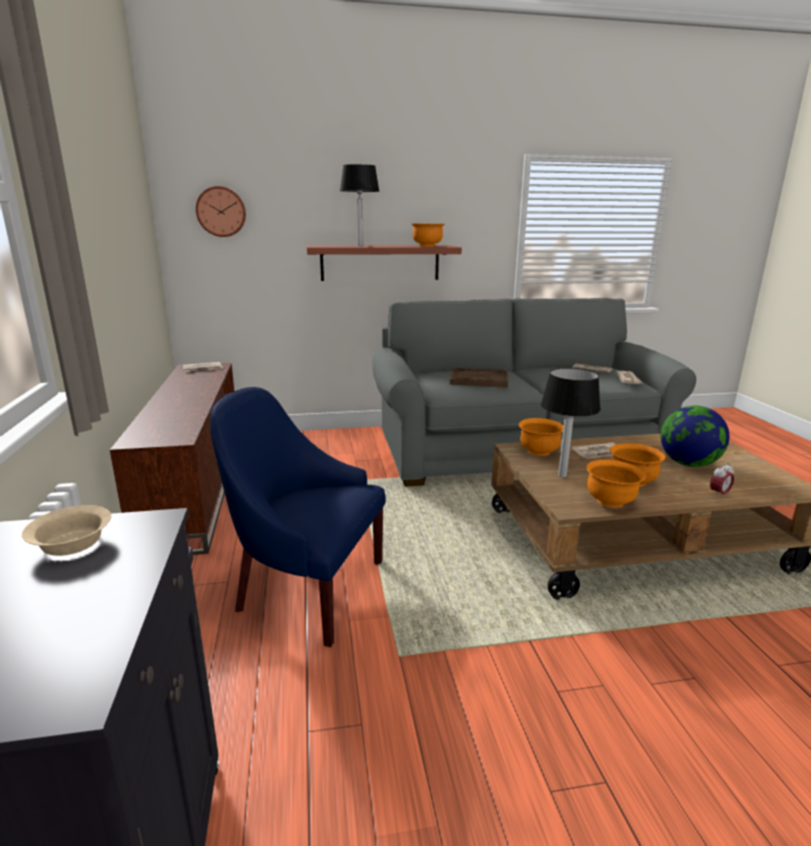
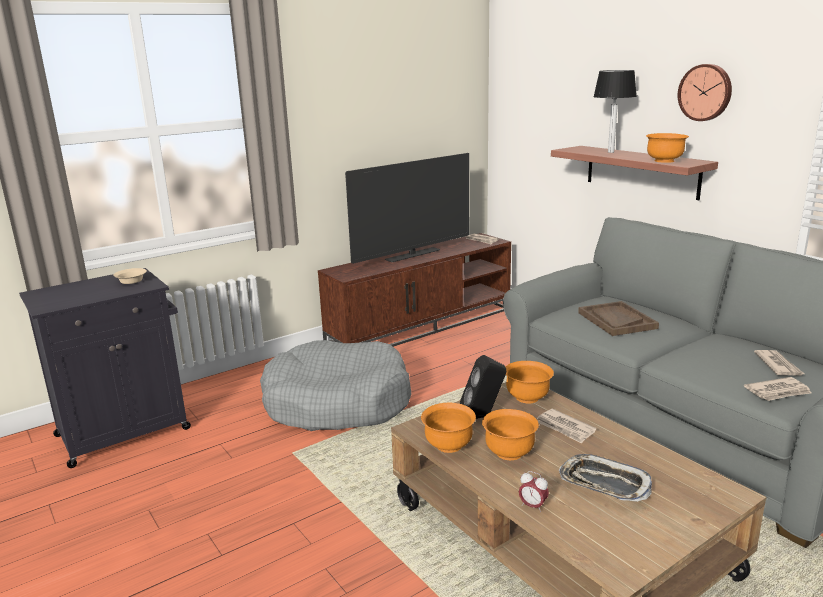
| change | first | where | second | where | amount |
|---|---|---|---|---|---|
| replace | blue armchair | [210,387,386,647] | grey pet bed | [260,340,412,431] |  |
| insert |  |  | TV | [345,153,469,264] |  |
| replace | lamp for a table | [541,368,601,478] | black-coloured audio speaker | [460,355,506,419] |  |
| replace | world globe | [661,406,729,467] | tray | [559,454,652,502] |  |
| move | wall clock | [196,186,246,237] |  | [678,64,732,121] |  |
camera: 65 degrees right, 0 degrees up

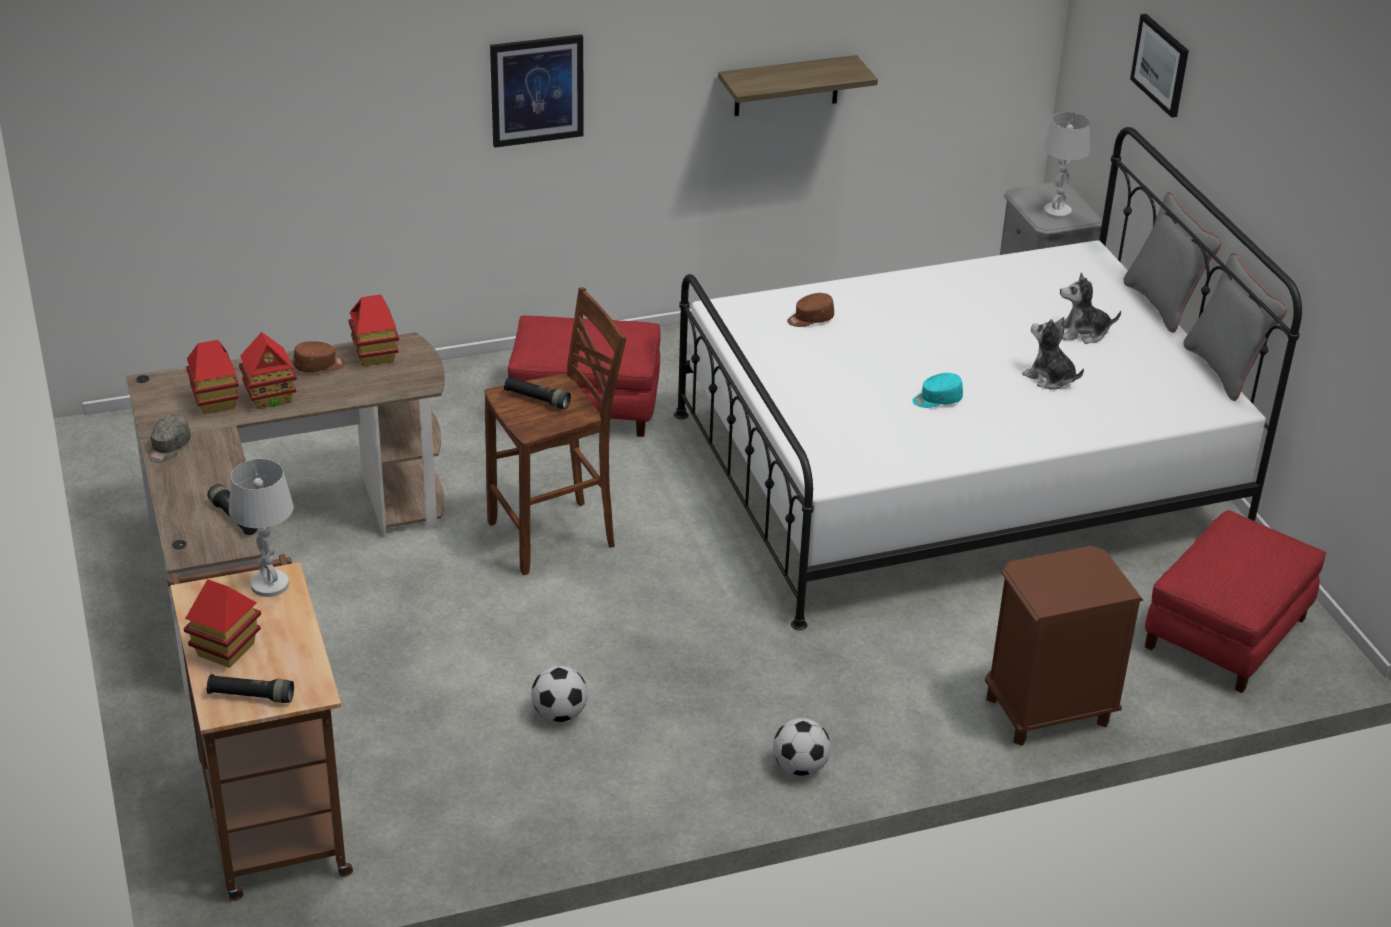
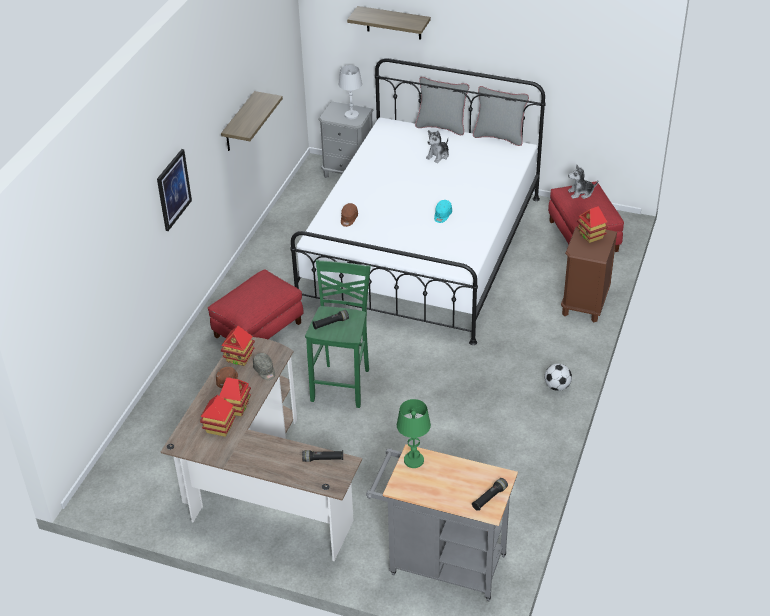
| change | first | where | second | where | amount |
|---|---|---|---|---|---|
| move | grey peaked cap | [149,414,191,462] |  | [253,353,275,380] |  |
| recolor | brownish sitting stool | [485,287,626,575] | green sitting stool | [305,259,371,408] |  |
| replace | wall picture | [1130,14,1189,118] | wall shelf | [347,6,431,40] |  |
| recolor | brownish wheeled cart | [167,554,353,901] | grey wheeled cart | [366,444,518,601] |  |
| recolor | whitish lamp for a table | [229,459,294,597] | green lamp for a table | [397,399,431,468] |  |
| move | soft toy | [1022,317,1084,389] |  | [568,165,598,199] |  |
| move | model house | [184,579,261,668] |  | [577,206,608,243] |  |
| delete | football ball | [531,666,588,722] |  |  |  |
camera: 50 degrees left, 5 degrees up

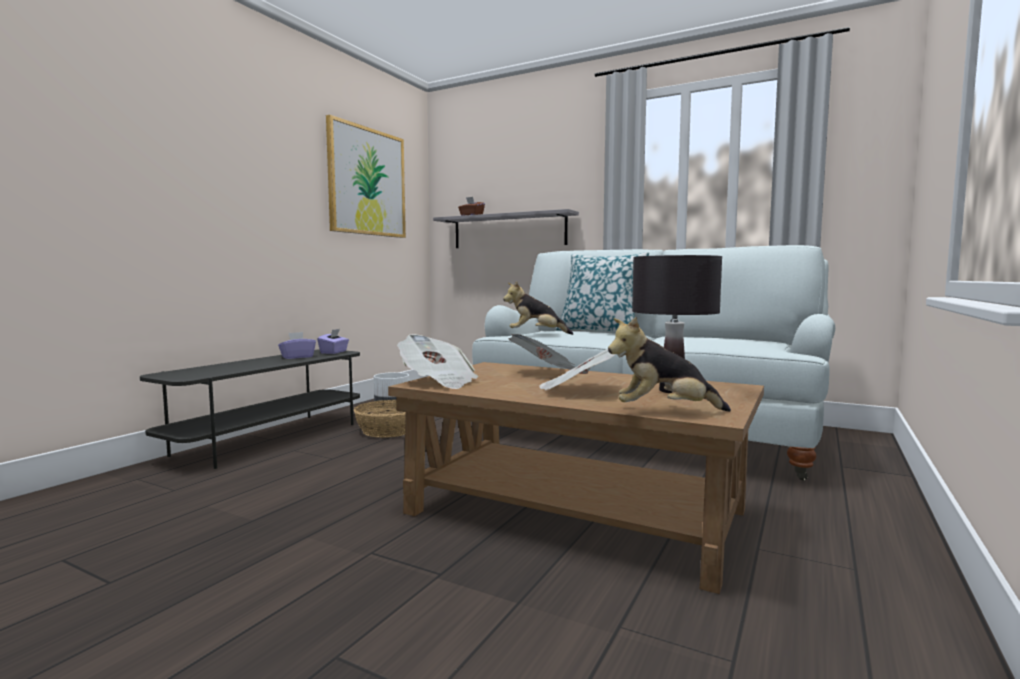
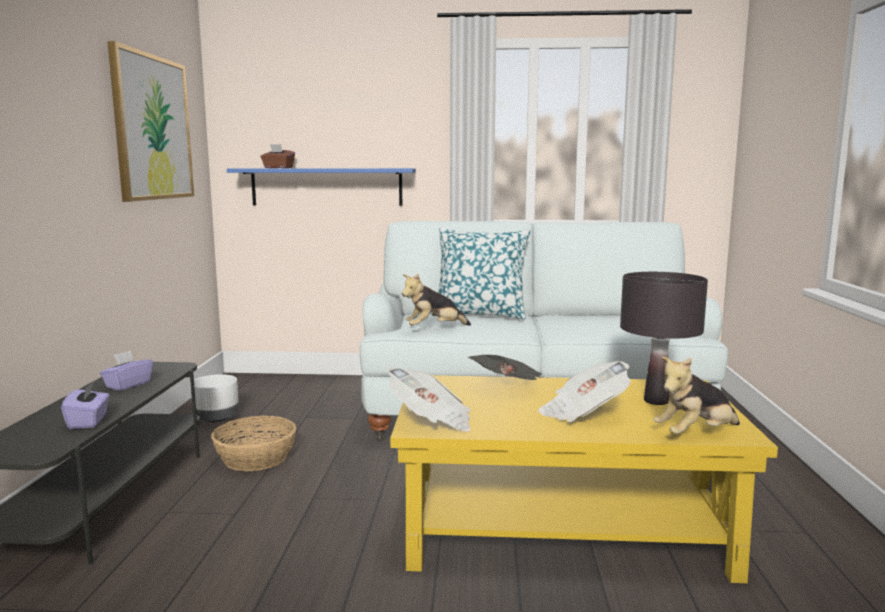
| change | first | where | second | where | amount |
|---|---|---|---|---|---|
| move | purple-coloured box of tissues | [317,329,349,354] |  | [61,382,109,429] |  |
| recolor | grey wall shelf | [433,209,579,248] | blue wall shelf | [227,168,416,206] |  |
| recolor | brownish coffee table | [388,362,764,594] | yellow coffee table | [390,375,778,583] |  |
camera: 25 degrees left, 5 degrees up

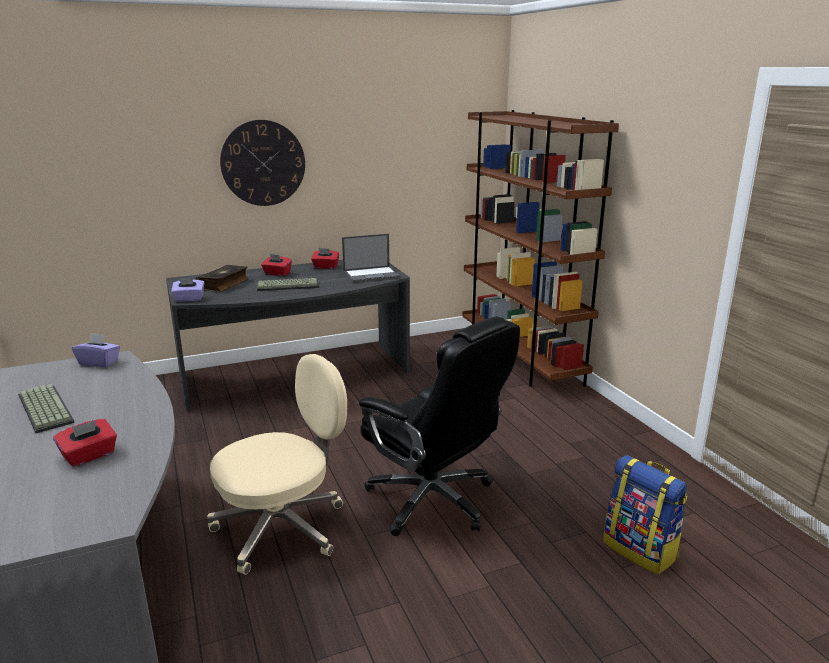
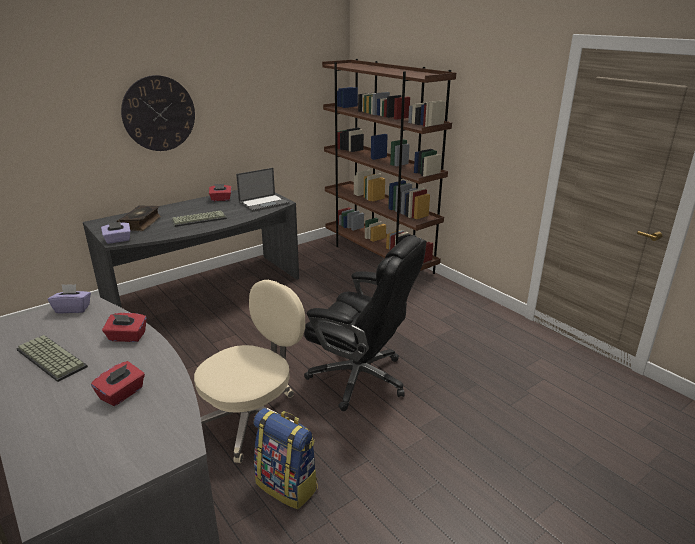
| change | first | where | second | where | amount |
|---|---|---|---|---|---|
| move | reddish box of tissues | [261,254,292,276] |  | [102,313,146,342] |  |
| move | rucksack | [603,455,687,574] |  | [253,408,317,509] |  |
camera: 15 degrees left, 5 degrees up

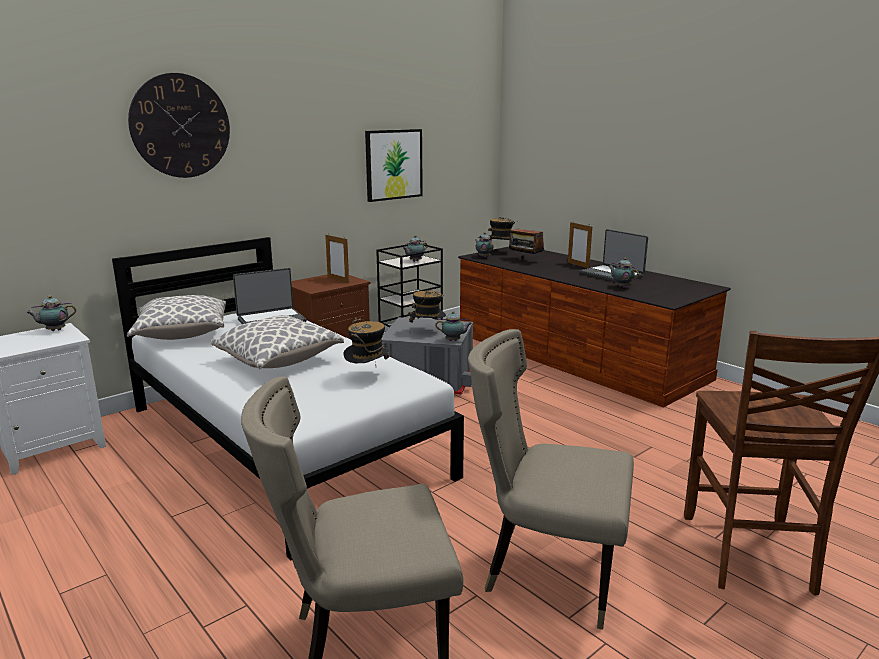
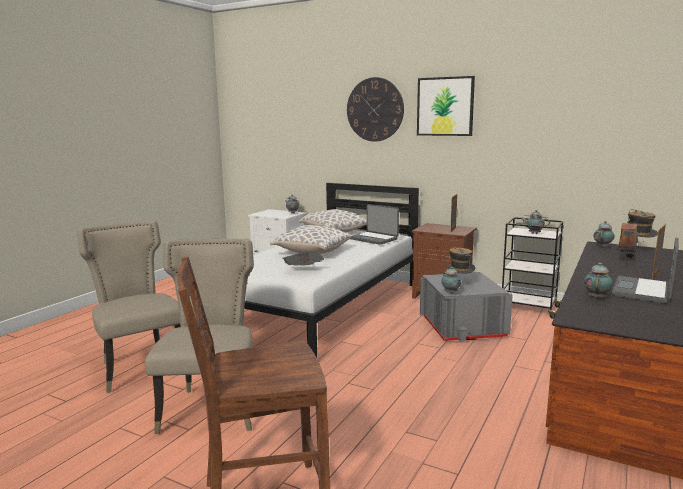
| change | first | where | second | where | amount |
|---|---|---|---|---|---|
| replace | clothing hat | [343,317,391,363] | daily paper | [283,252,324,266] |  |
| move | wall picture | [365,129,423,202] |  | [417,76,475,136] |  |
camera: 70 degrees right, 5 degrees down

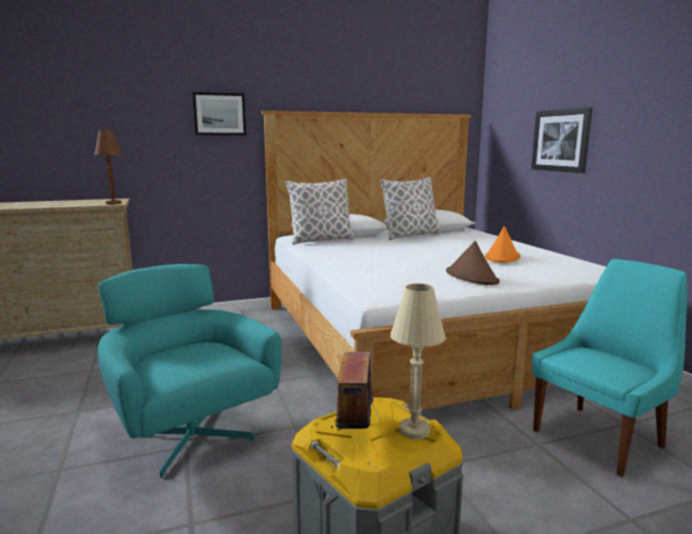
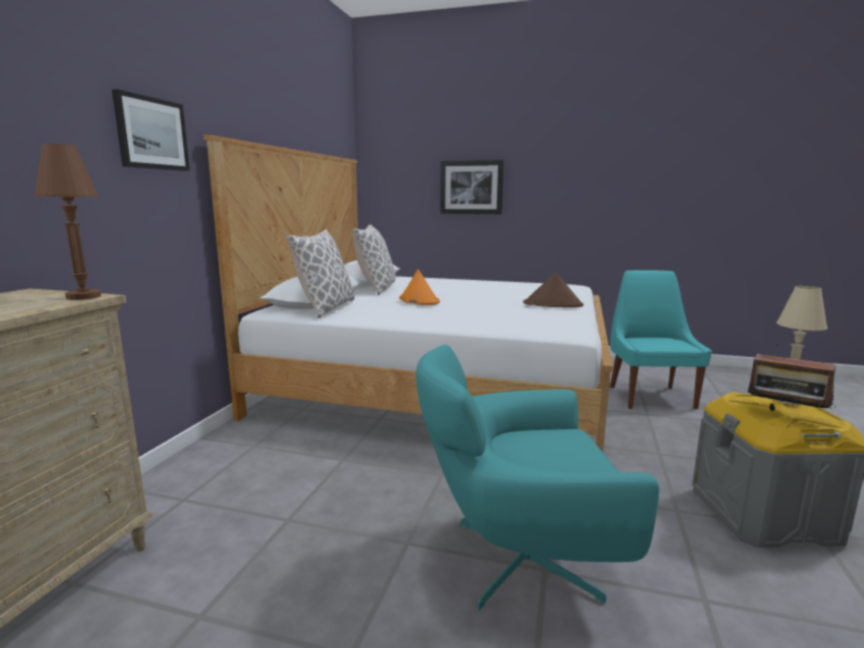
| change | first | where | second | where | amount |
|---|---|---|---|---|---|
| move | orange-coloured clothing hat | [485,226,520,263] |  | [399,269,440,305] |  |
camera: 55 degrees left, 0 degrees up

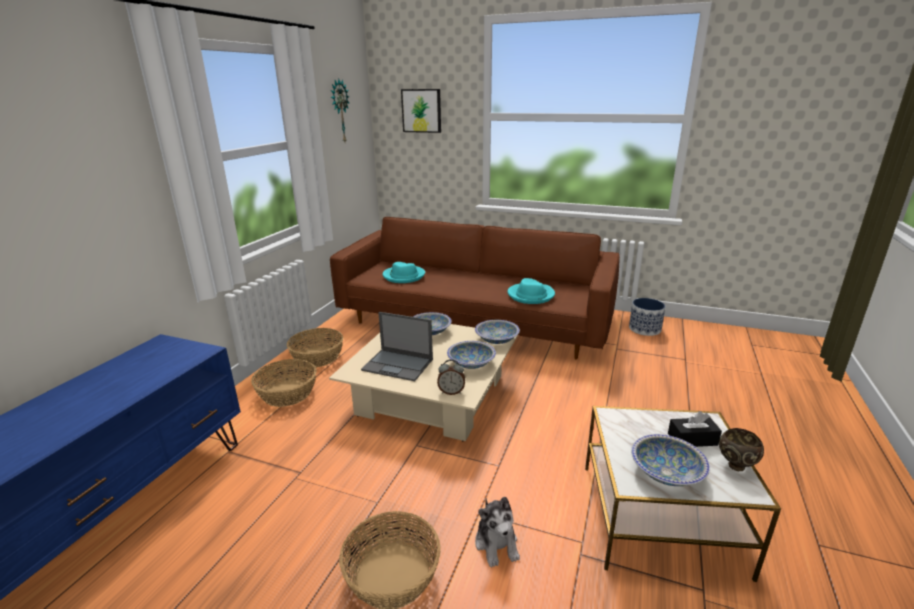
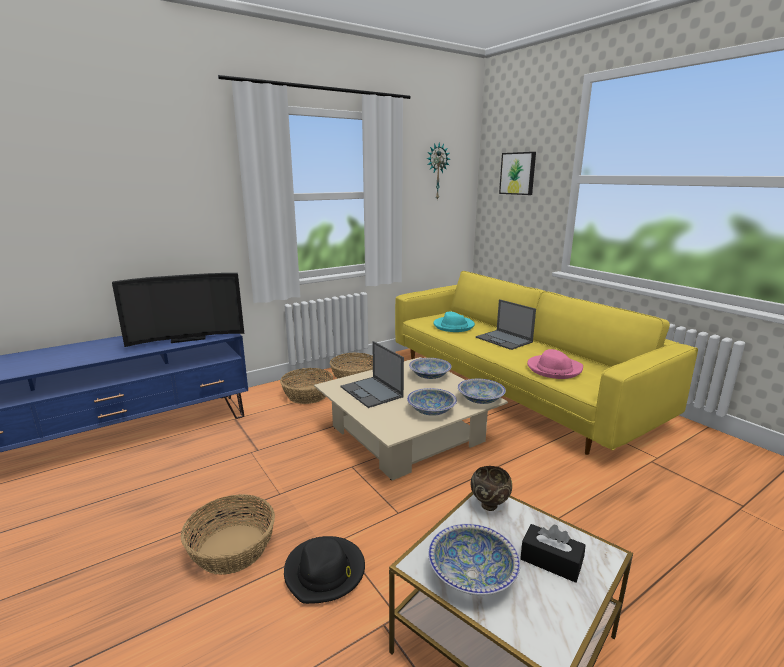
| change | first | where | second | where | amount |
|---|---|---|---|---|---|
| insert |  |  | TV | [112,273,244,347] |  |
| replace | soft toy | [475,497,520,567] | black-coloured clothing hat | [284,536,365,604] |  |
| recolor | brownish sofa | [330,217,620,359] | yellow sofa | [395,271,698,455] |  |
| move | brownish deep dish | [719,428,764,471] |  | [470,466,512,511] |  |
| insert |  |  | laptop | [476,299,536,350] |  |
| recolor | turquoise-coloured clothing hat | [507,278,555,304] | pinkish clothing hat | [527,349,583,379] |  |
| delete | table clock | [437,359,465,395] |  |  |  |
| delete | flower pot | [629,298,666,336] |  |  |  |
camera: 35 degrees right, 5 degrees down

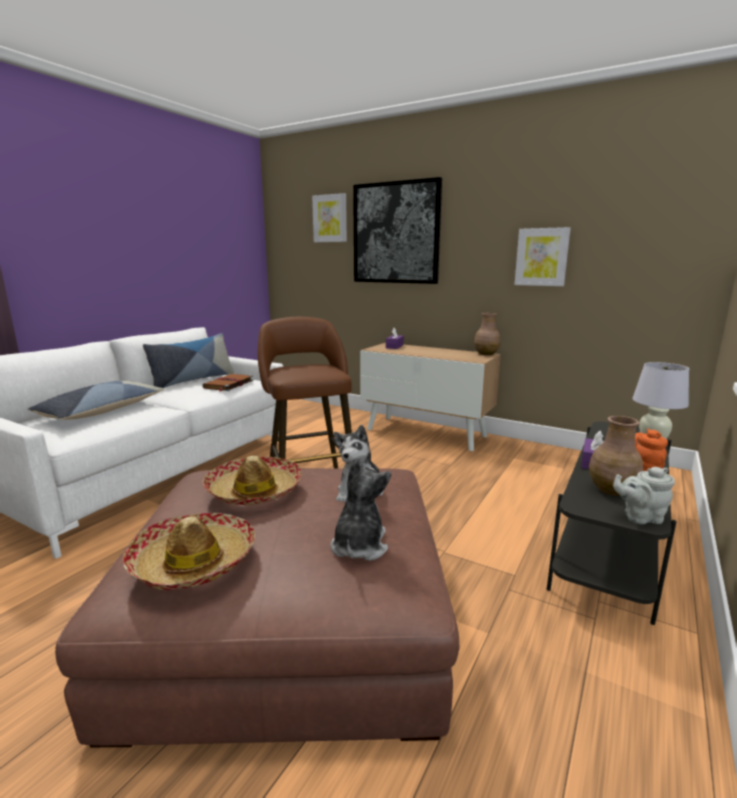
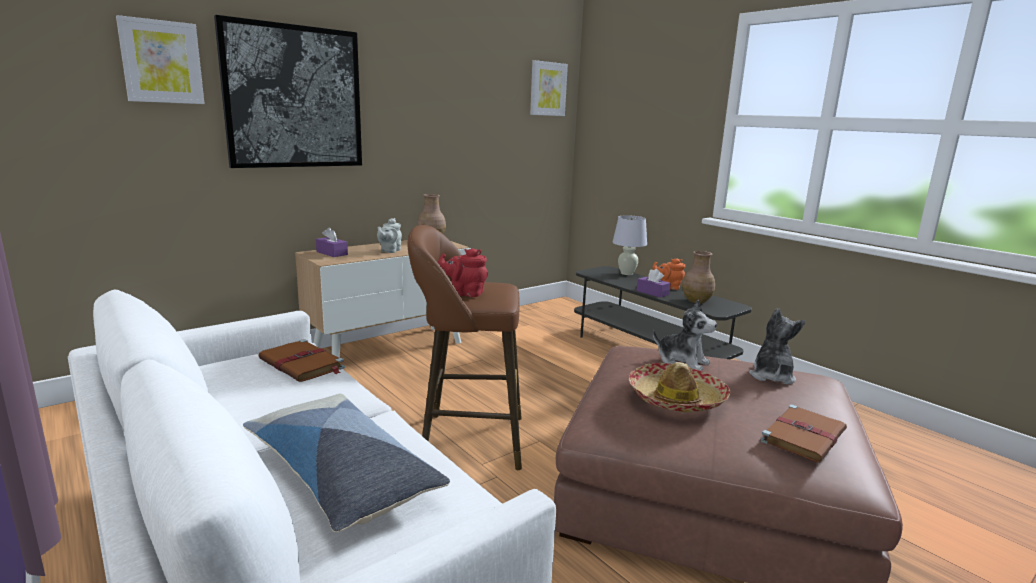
| change | first | where | second | where | amount |
|---|---|---|---|---|---|
| move | grey tea pot | [613,467,675,524] |  | [377,218,402,253] |  |
| insert |  |  | reddish tea pot | [438,248,488,297] |  |
| move | wall picture | [514,227,571,286] |  | [530,60,568,116] |  |
| rotate | soft toy | [331,457,391,561] |  | [749,308,805,385] | 75 degrees clockwise |
| replace | clothing hat | [123,513,255,590] | brownish volume | [760,405,847,462] |  |
| delete | pillow | [143,333,234,388] |  |  |  |
camera: 70 degrees left, 0 degrees up

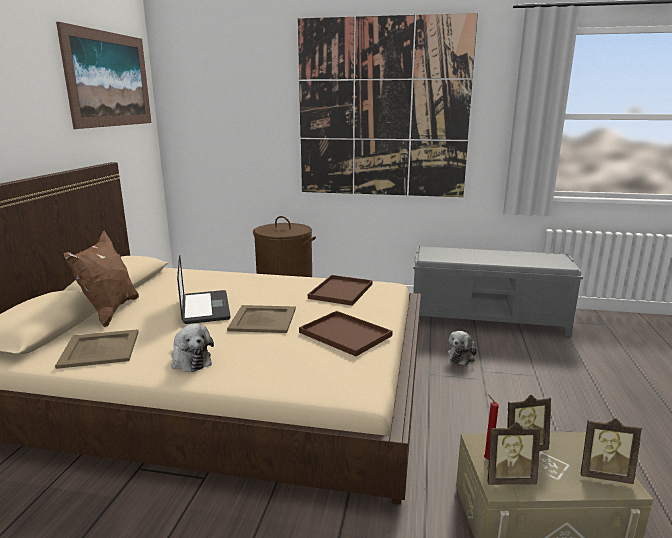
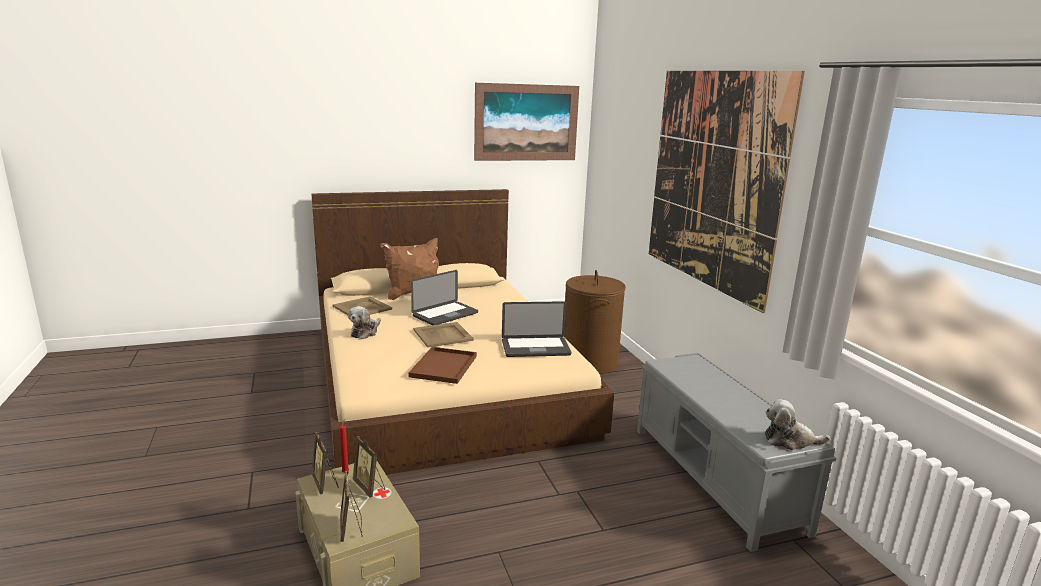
| change | first | where | second | where | amount |
|---|---|---|---|---|---|
| replace | brownish tray | [308,275,372,306] | laptop | [502,301,572,357] |  |
| move | soft toy | [448,331,477,365] |  | [765,399,831,450] |  |
camera: 60 degrees right, 0 degrees up

